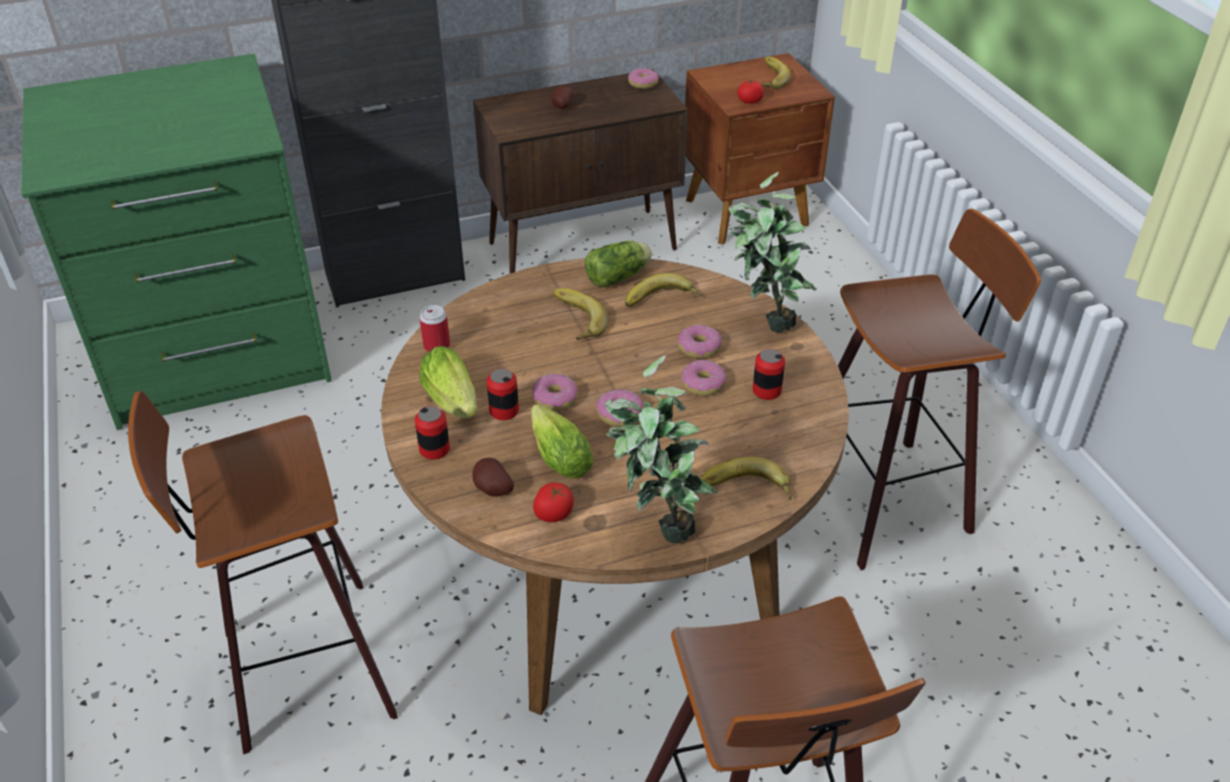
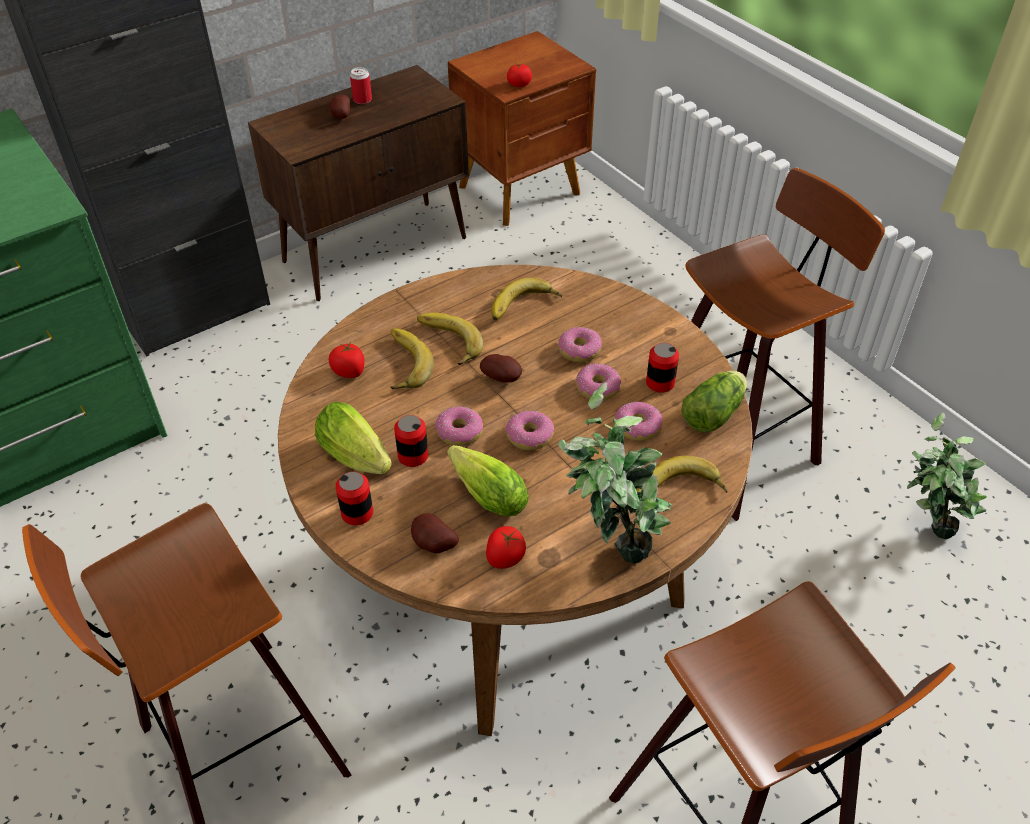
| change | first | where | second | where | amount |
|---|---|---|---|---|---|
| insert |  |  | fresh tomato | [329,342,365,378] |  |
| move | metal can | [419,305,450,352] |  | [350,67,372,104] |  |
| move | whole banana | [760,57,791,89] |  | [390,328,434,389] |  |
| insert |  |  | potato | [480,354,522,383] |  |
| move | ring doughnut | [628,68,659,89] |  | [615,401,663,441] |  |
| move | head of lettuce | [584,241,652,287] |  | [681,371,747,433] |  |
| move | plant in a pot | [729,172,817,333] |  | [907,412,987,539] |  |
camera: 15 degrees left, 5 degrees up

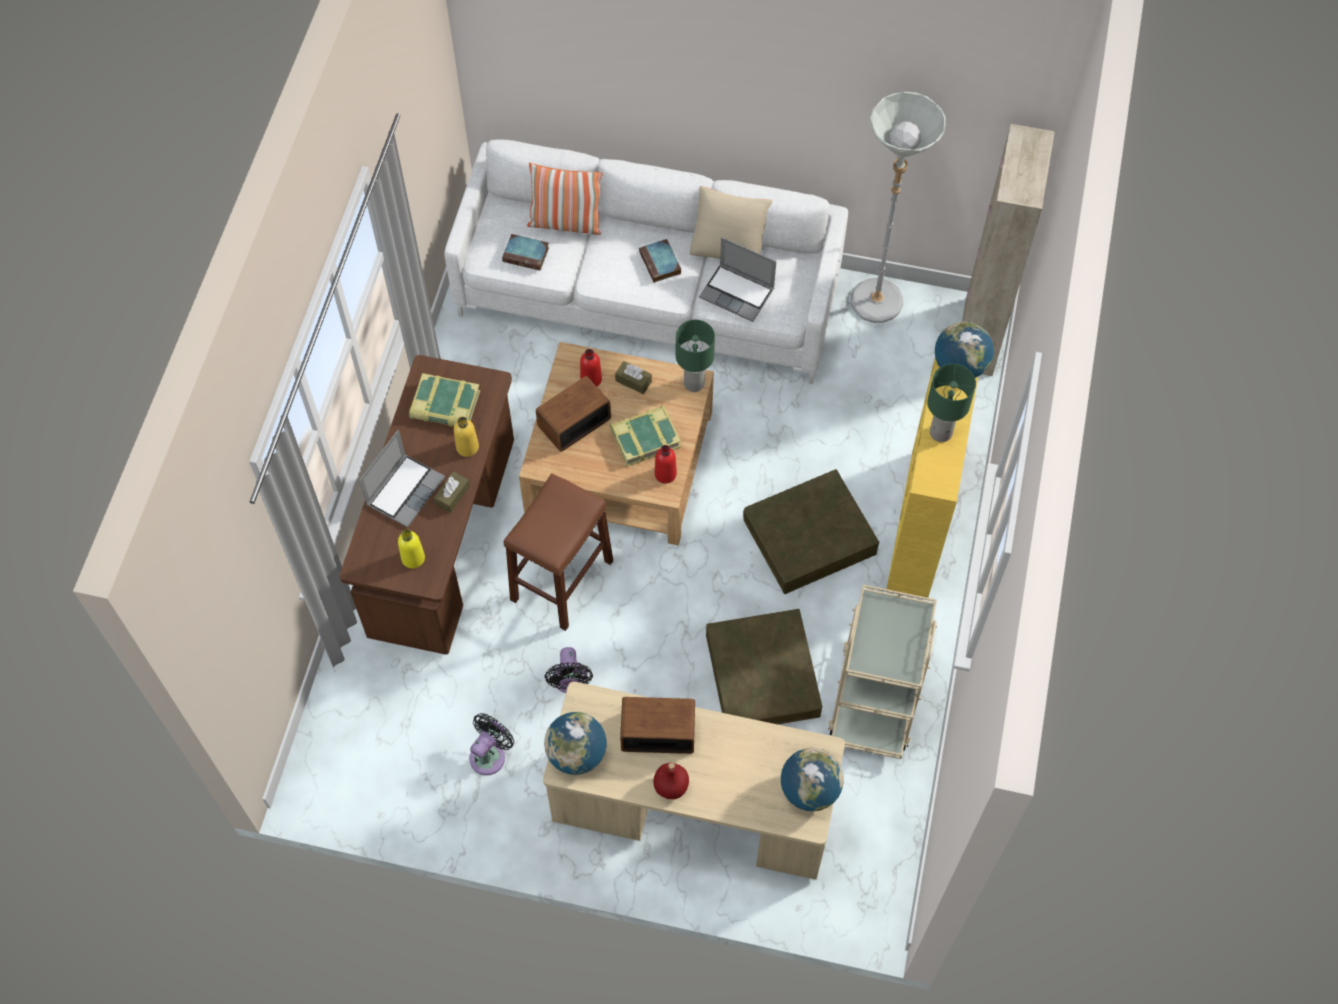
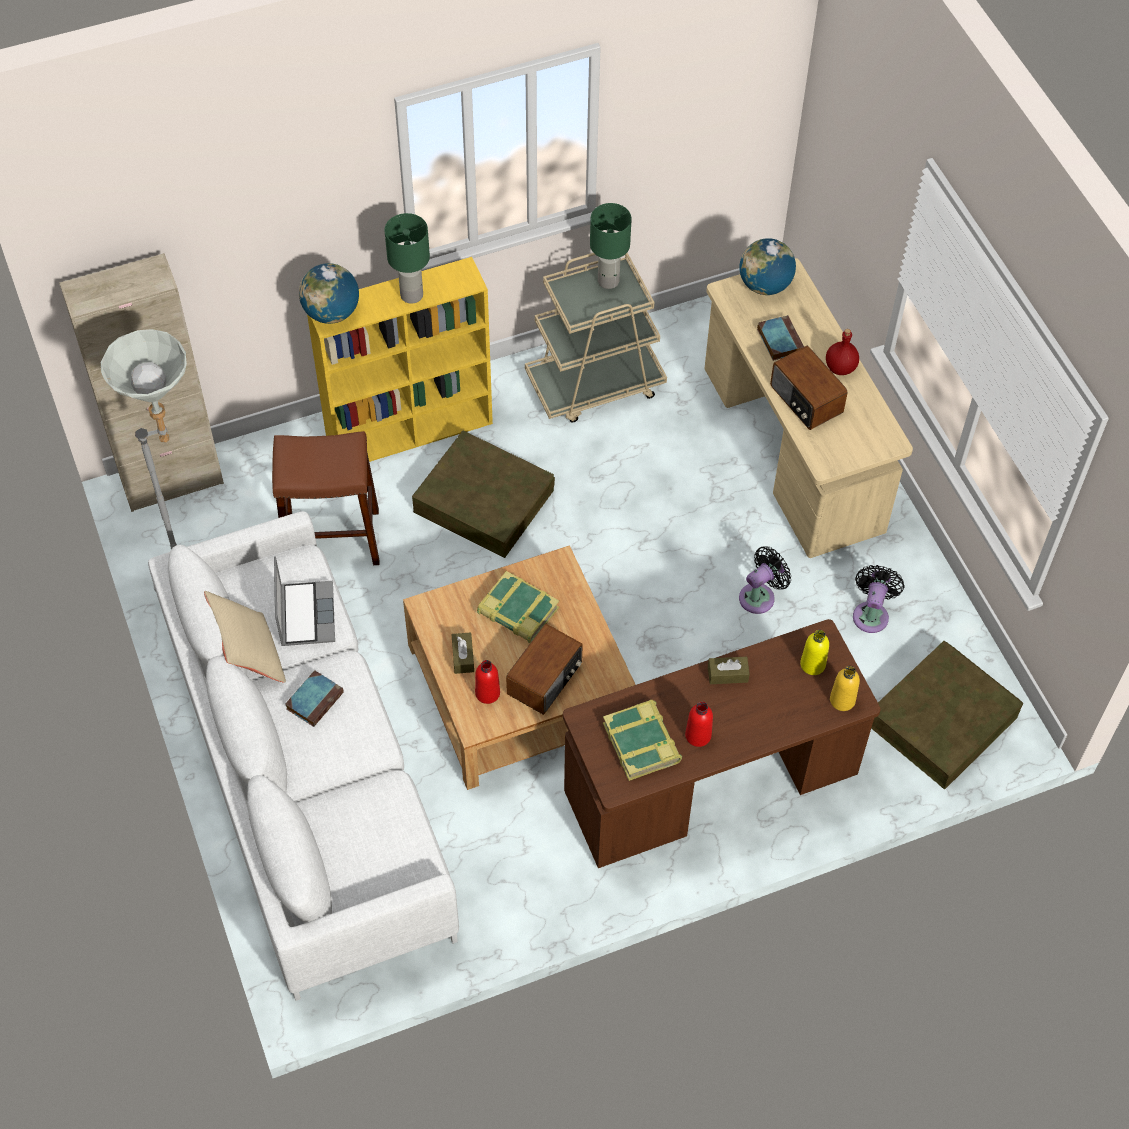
| change | first | where | second | where | amount |
|---|---|---|---|---|---|
| move | brownish sitting stool | [503,473,613,631] |  | [272,431,379,565] |  |
| rotate | radio receiver | [536,376,611,452] |  | [506,624,583,715] | 75 degrees counterclockwise |
| move | green lamp for a table | [676,320,715,392] |  | [590,203,632,289] |  |
| move | reddish bottle | [655,445,677,484] |  | [685,702,713,747] |  |
| move | volume | [502,234,549,270] |  | [757,315,804,361] |  |
| move | yellow bottle | [454,416,479,457] |  | [830,666,860,711] |  |
| rotate | black-coloured fan | [469,713,514,775] |  | [853,565,905,633] | 105 degrees clockwise |
| move | brownish storage container | [706,609,823,724] |  | [871,641,1023,789] |  |
| delete | laptop | [359,430,445,528] |  |  |  |
| delete | pillow | [527,162,603,235] |  |  |  |
| delete | world globe | [544,712,607,775] |  |  |  |
camera: 125 degrees left, 5 degrees down

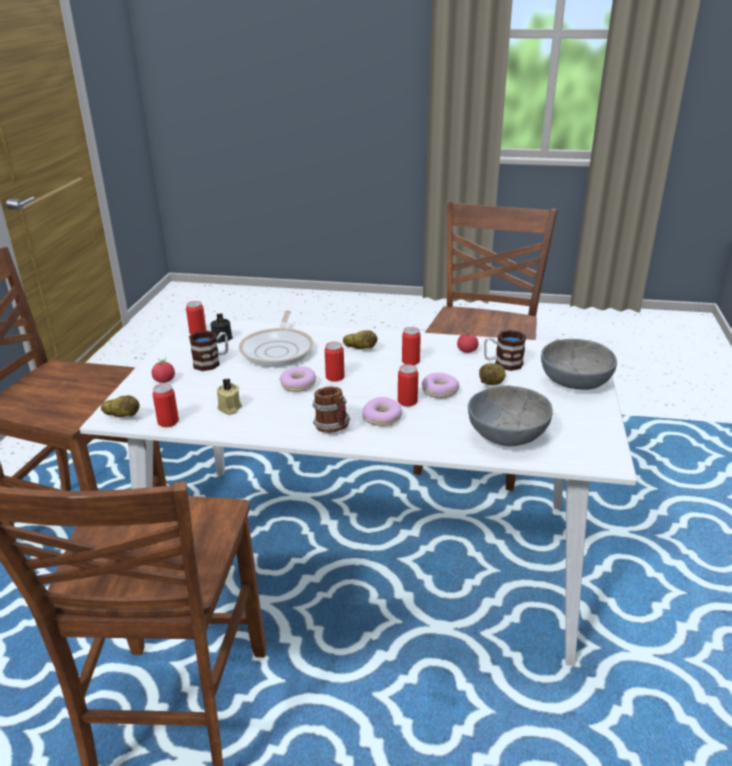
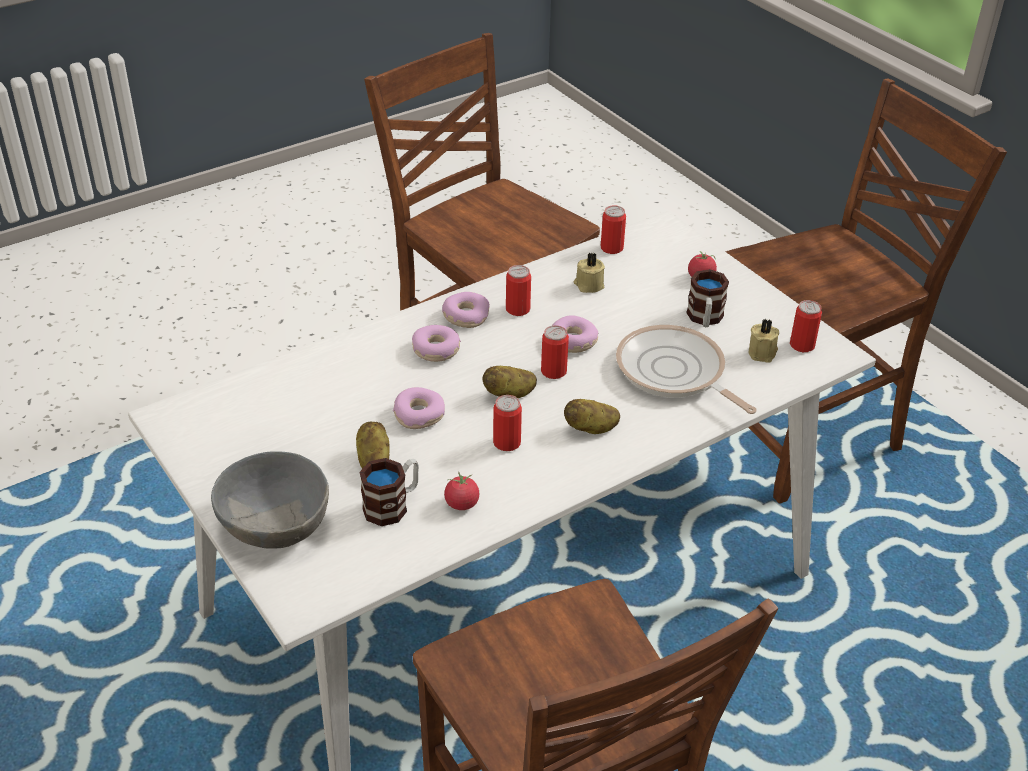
| change | first | where | second | where | amount |
|---|---|---|---|---|---|
| replace | tea mug | [312,386,350,433] | ring doughnut | [442,292,490,328] |  |
| move | potato | [101,395,140,417] |  | [483,366,537,398] |  |
| move | metal can | [398,364,418,406] |  | [506,265,531,316] |  |
| recolor | black-coloured candle | [211,313,233,343] | sand-coloured candle | [749,318,779,363] |  |
| delete | grey deep dish | [468,385,553,446] |  |  |  |
camera: 135 degrees right, 10 degrees up

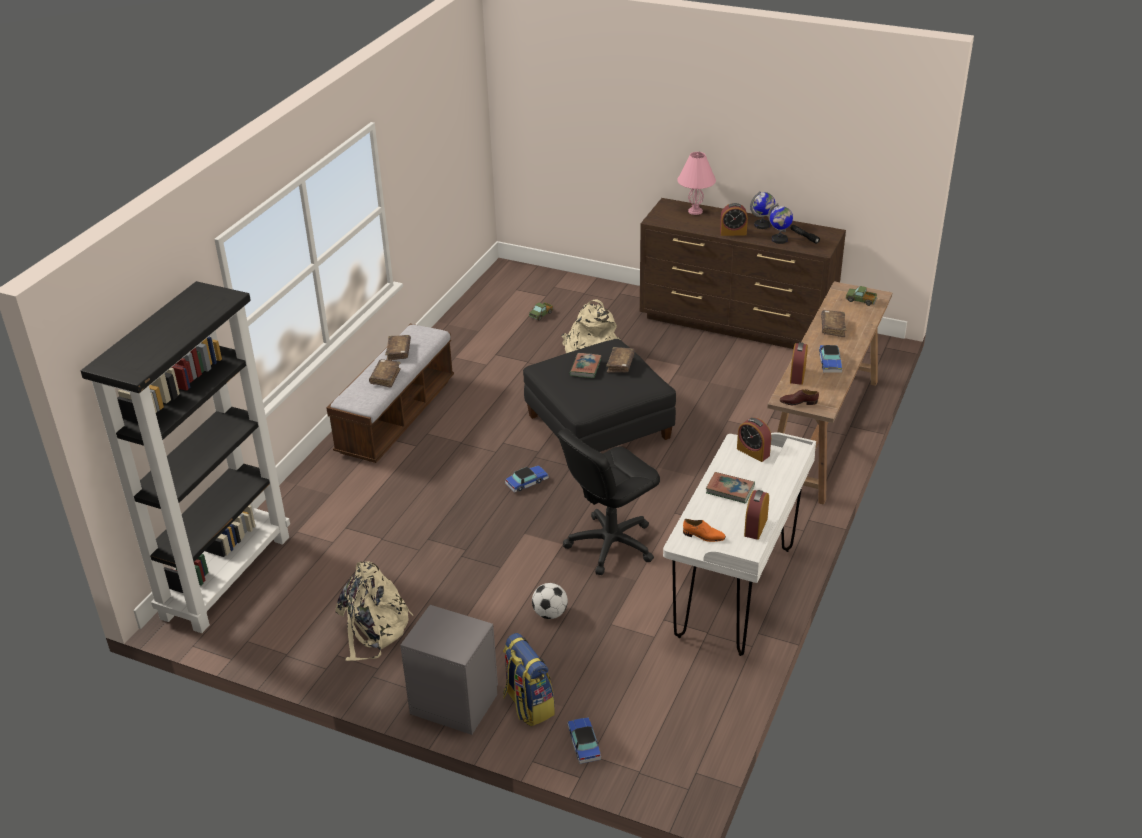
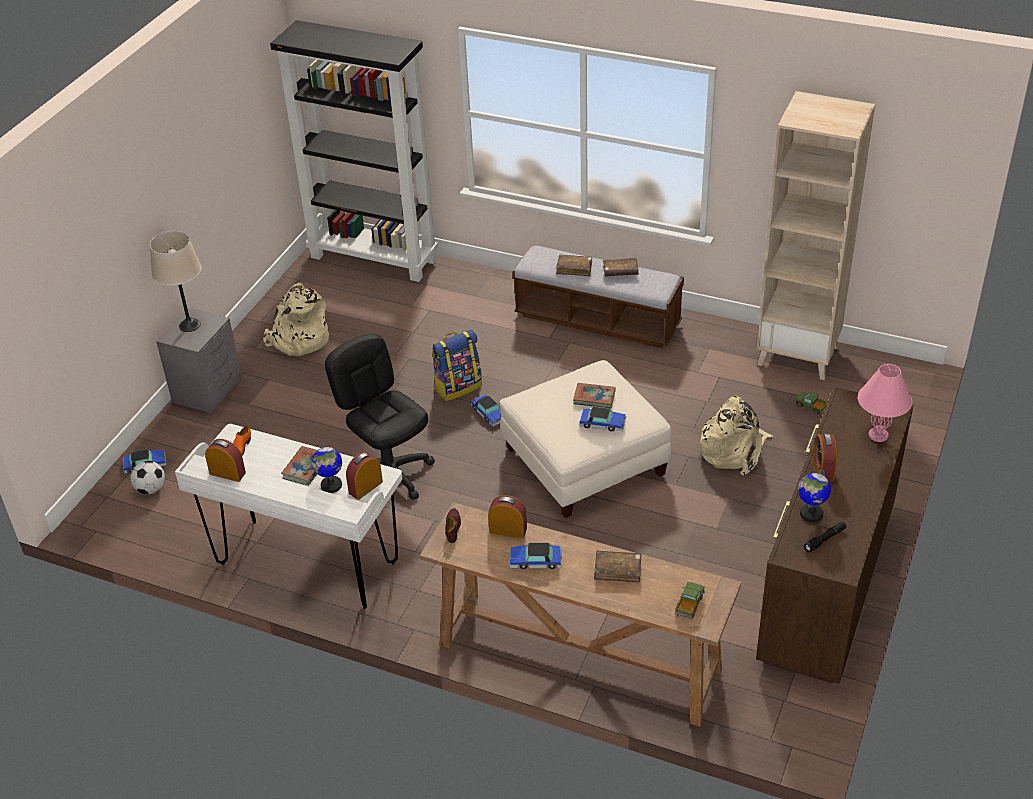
| change | first | where | second | where | amount |
|---|---|---|---|---|---|
| move | football ball | [532,583,568,619] |  | [130,461,165,494] |  |
| insert |  |  | sand-coloured lamp for a table | [150,231,202,332] |  |
| move | world globe | [750,191,775,229] |  | [312,443,342,493] |  |
| move | rucksack | [503,633,555,727] |  | [432,329,482,401] |  |
| recolor | black-coloured pouffe | [523,339,676,452] | whitish pouffe | [500,360,671,518] |  |
| replace | brownish volume | [606,347,635,373] | miniature car | [579,407,626,431] |  |
| insert |  |  | sand-coloured bookcase | [756,91,875,380] |  |
camera: 90 degrees right, 5 degrees up

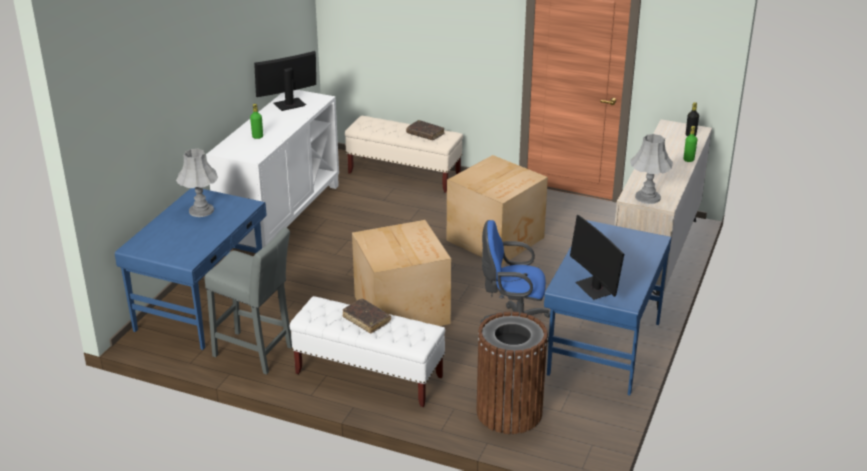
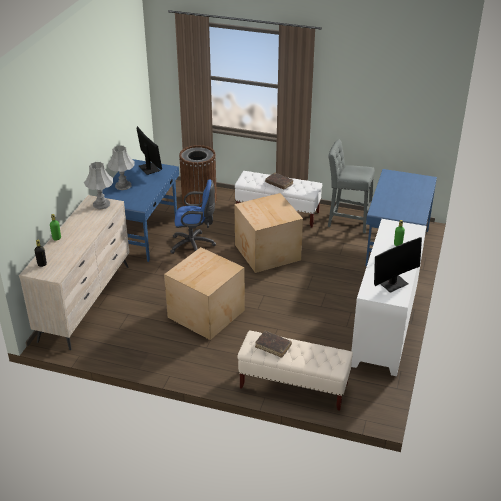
| change | first | where | second | where | amount |
|---|---|---|---|---|---|
| move | grey lamp for a table | [176,149,218,217] |  | [107,145,135,190] |  |
camera: 175 degrees right, 5 degrees up

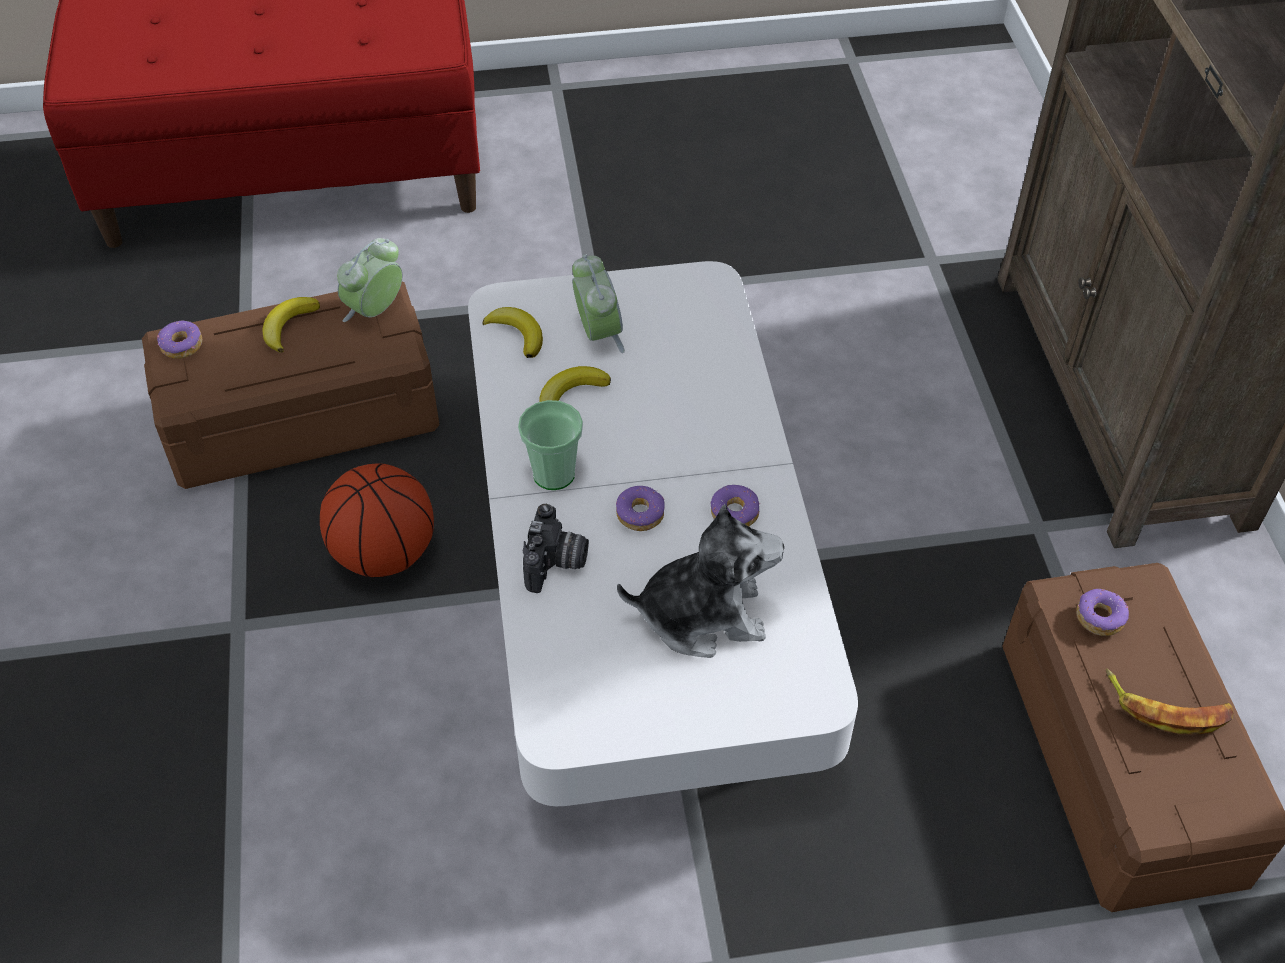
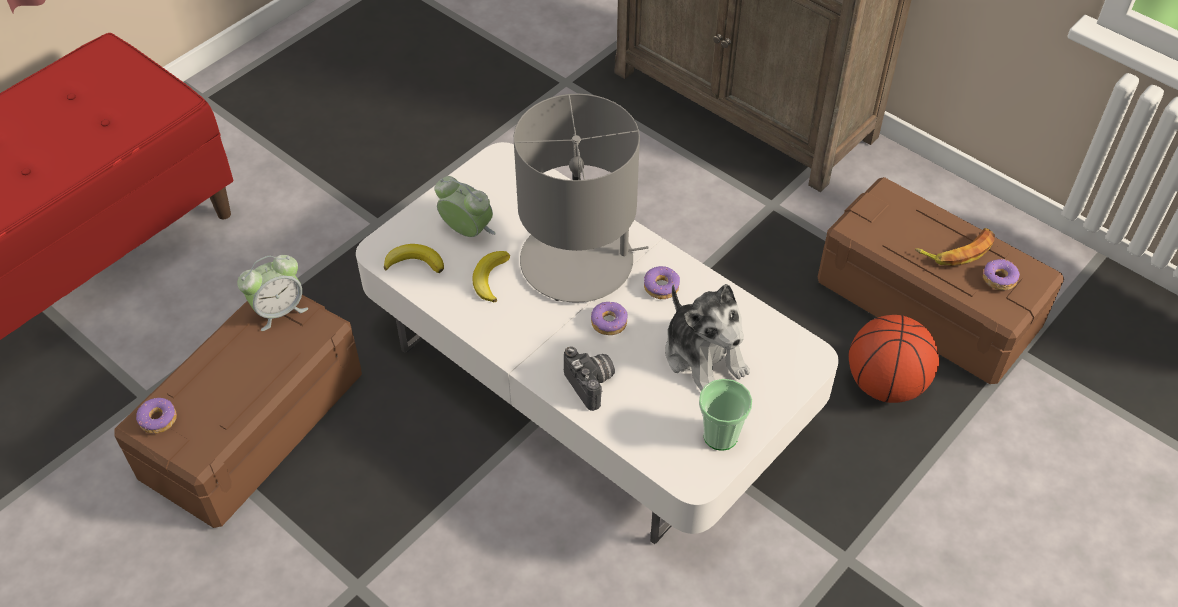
| change | first | where | second | where | amount |
|---|---|---|---|---|---|
| rotate | table clock | [337,238,402,322] |  | [237,255,308,331] | 120 degrees counterclockwise |
| insert |  |  | grey lamp for a table | [514,94,649,302] |  |
| rotate | soft toy | [617,504,784,658] |  | [665,284,750,391] | 105 degrees clockwise |
| move | drinking cup | [518,400,583,490] |  | [699,379,752,451] |  |
| move | ball for basketball | [320,463,434,577] |  | [849,315,939,403] |  |
| move | ring doughnut | [1076,589,1129,636] |  | [983,259,1020,290] |  |
| delete | whole banana | [262,297,320,353] |  |  |  |
camera: 40 degrees left, 0 degrees up

